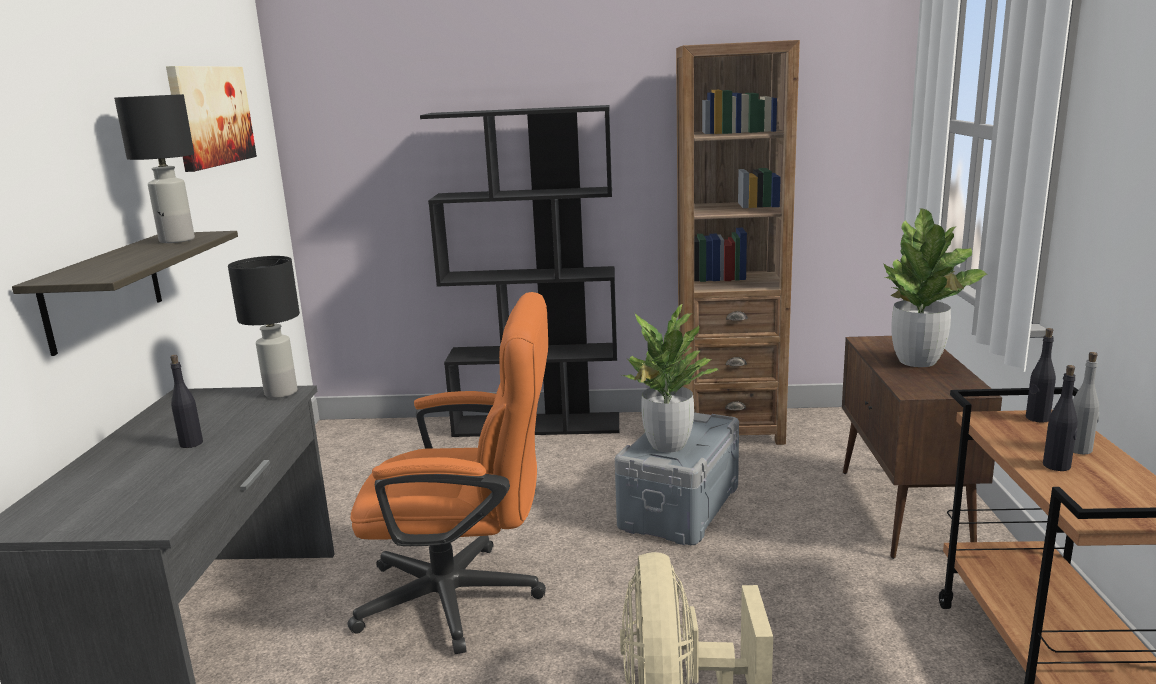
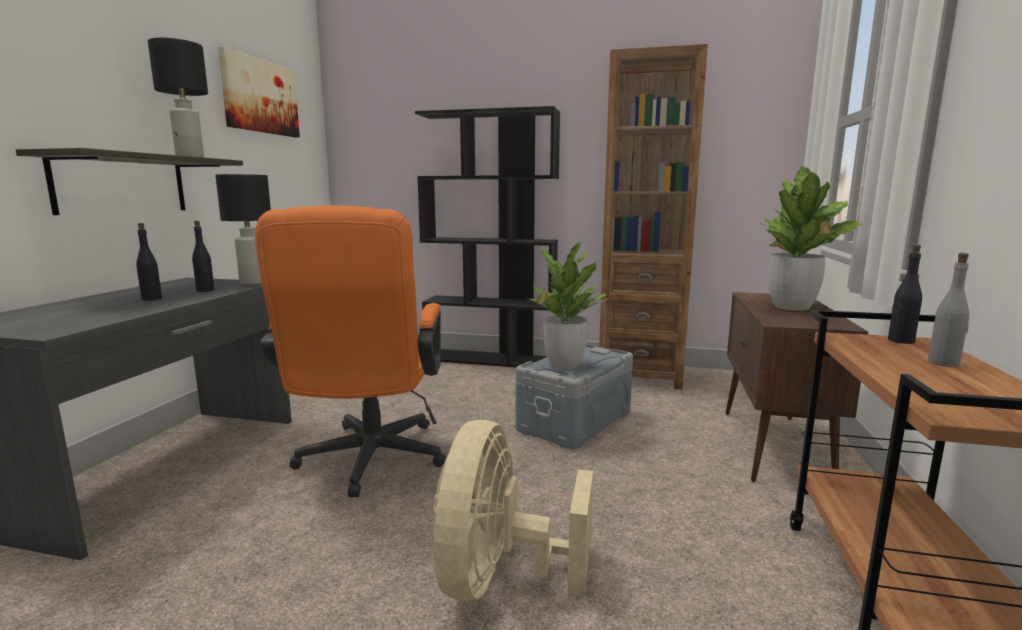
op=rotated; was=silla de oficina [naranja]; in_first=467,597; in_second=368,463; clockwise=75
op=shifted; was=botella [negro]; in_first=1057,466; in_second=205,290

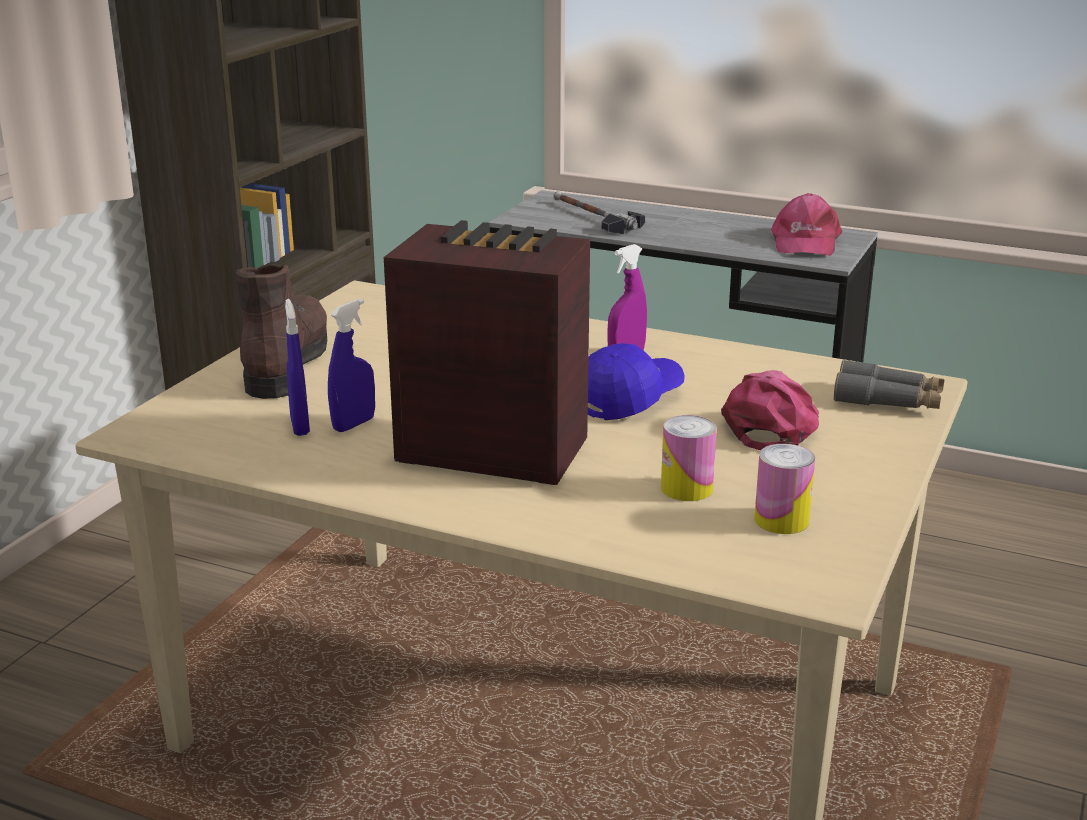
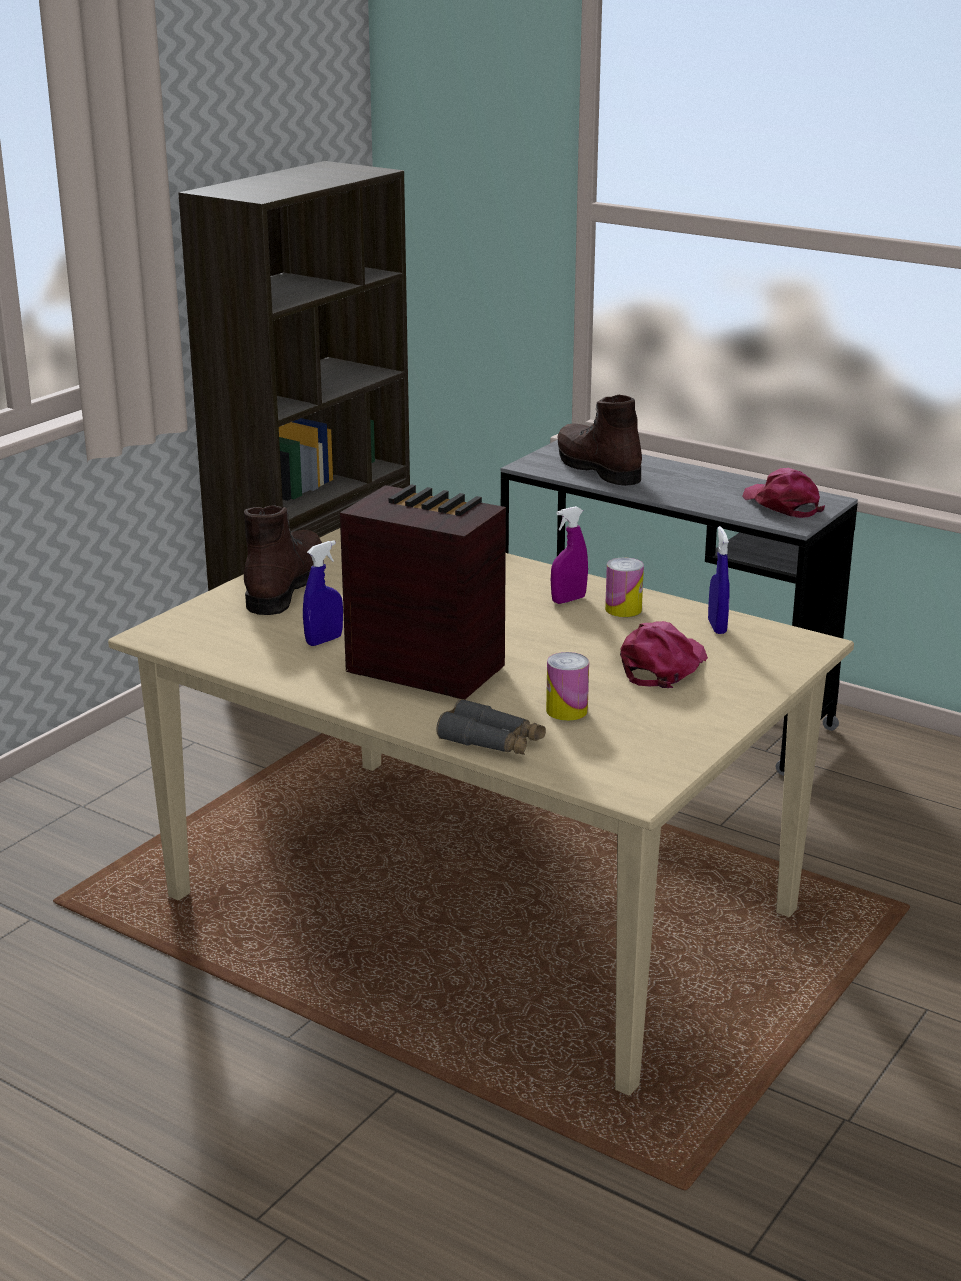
op=swapped; was=martillo; now=bota [marrón]; in_first=592,217; in_second=597,468
op=rotated; was=gorra [rosa]; in_first=804,242; in_second=782,504; clockwise=135
op=shifted; was=pulverizador [azul]; in_first=300,426; in_second=717,627
op=gone; was=gorra [azul]; in_first=629,399
op=shifted; was=prismáticos [gris]; in_first=887,400; in_second=492,741
op=shifted; was=lata; in_first=781,520; in_second=623,609

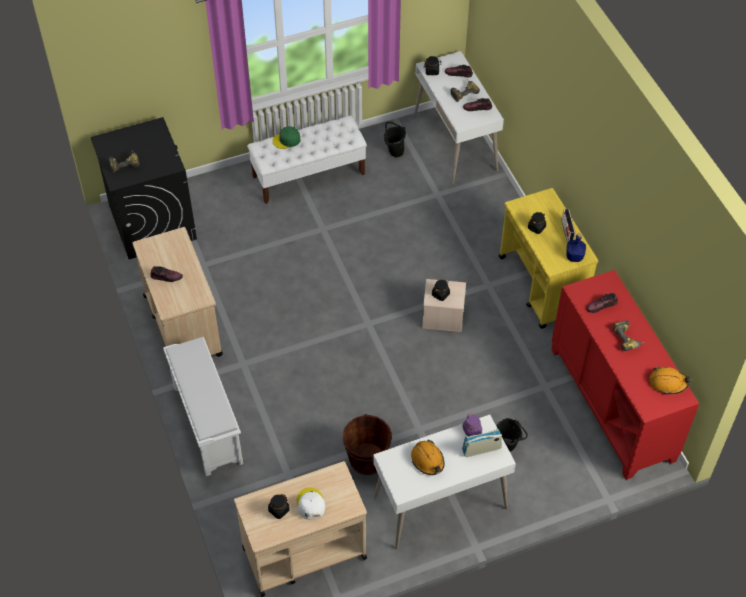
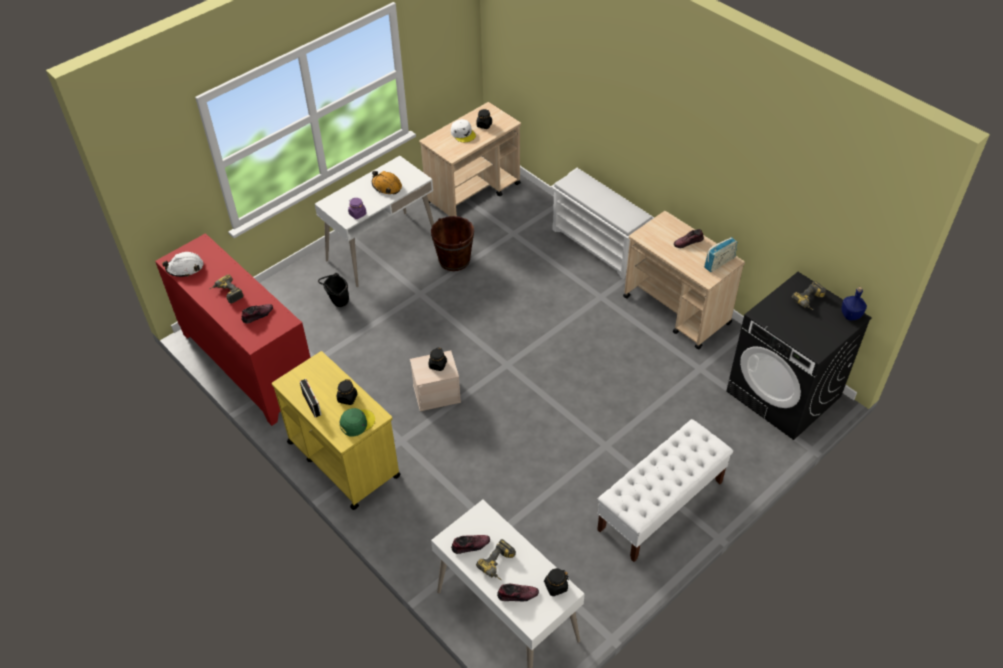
op=gone; was=cubo [negro]; in_first=394,151
op=shifted; was=gorra [verde]; in_first=287,140; in_second=357,423
op=shifted; was=botella [azul]; in_first=574,257; in_second=850,315
op=repainted; was=casco [naranja]; now=casco [blanco]; in_first=667,383; in_second=185,268
op=shifted; was=radio; in_first=481,449; in_second=719,263

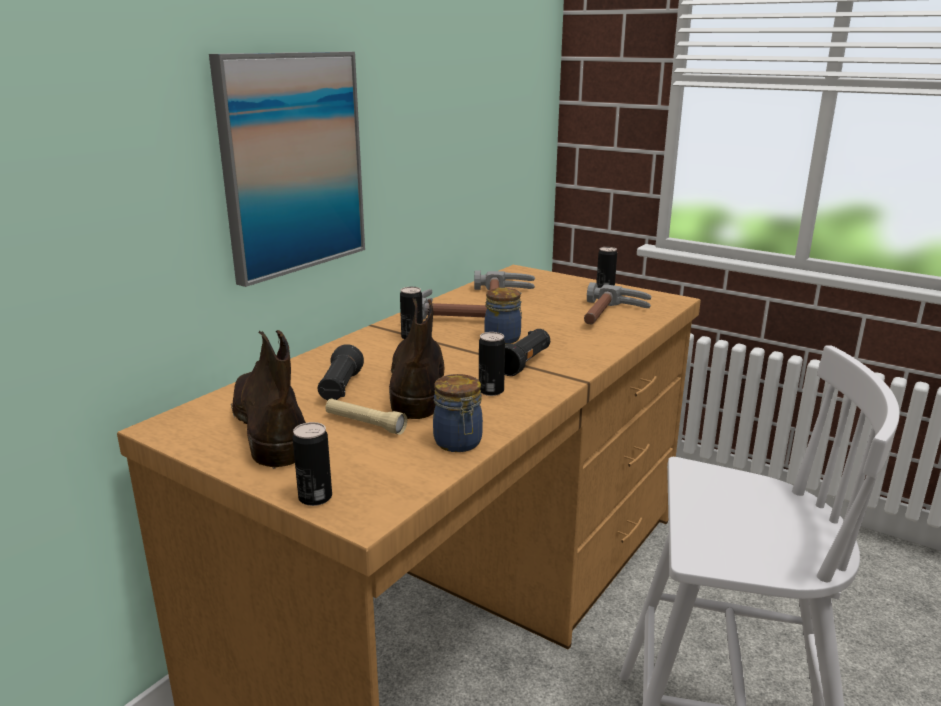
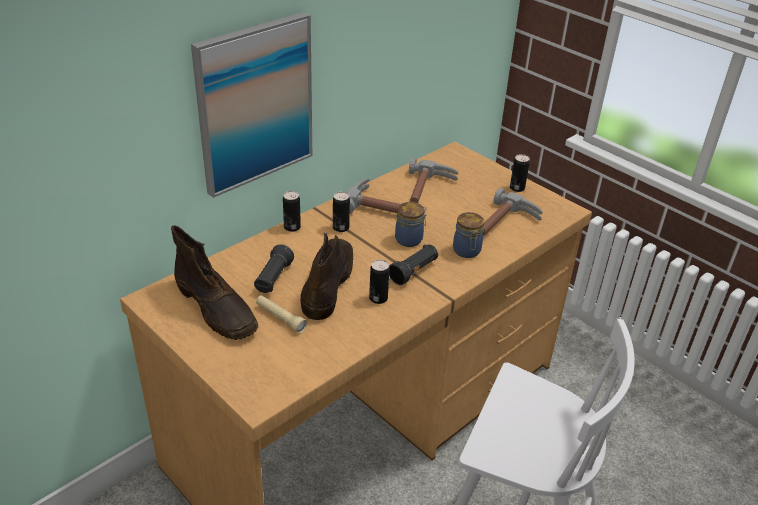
op=rotated; was=bota [marrón]; in_first=268,426; in_second=217,309; clockwise=150
op=shifted; was=tarro; in_first=458,443; in_second=467,251
op=shifted; was=lata; in_first=315,497; in_second=292,227

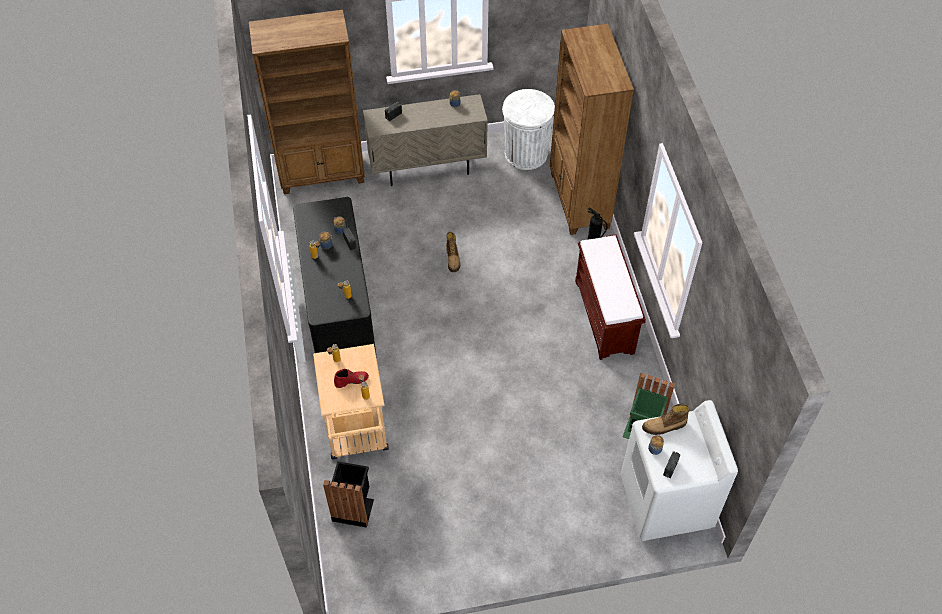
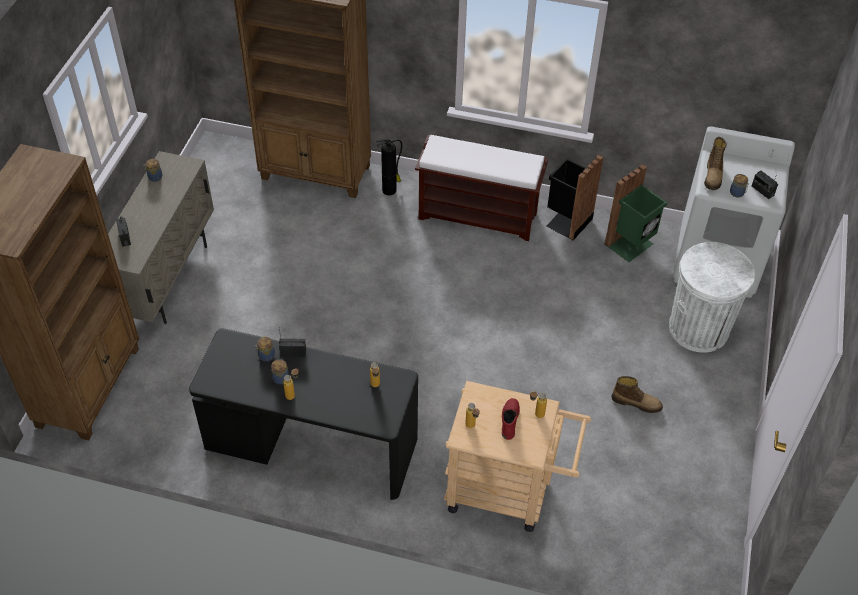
op=shifted; was=papelera [blanco]; in_first=526,153; in_second=698,328
op=shifted; was=bota; in_first=453,259; in_second=636,402
op=shifted; was=papelera [negro]; in_first=353,508; in_second=567,221

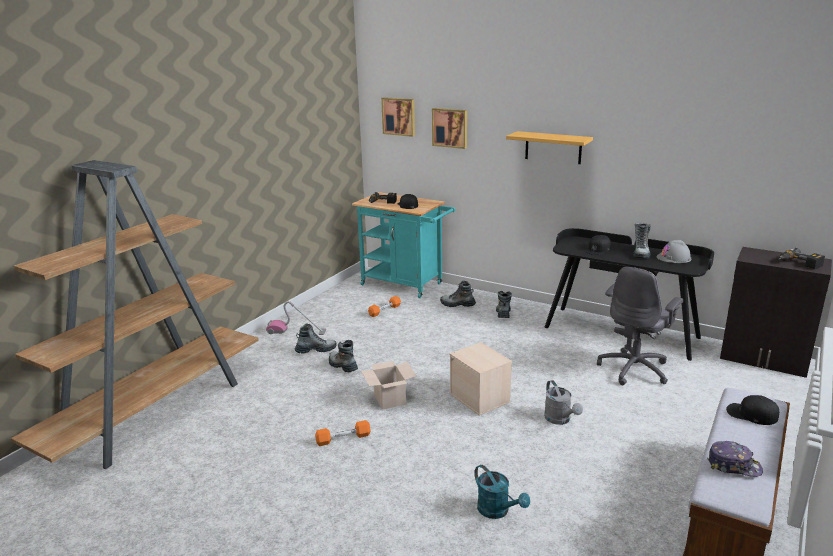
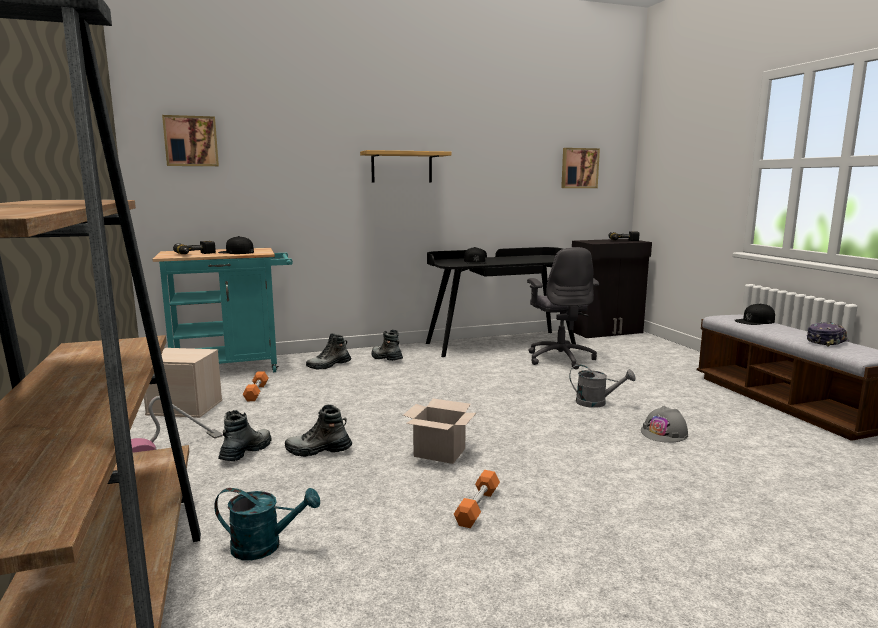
op=shifted; was=cuadro; in_first=450,127; in_second=579,168
op=gone; was=bota; in_first=640,253
op=shifted; was=casco [gris]; in_first=674,258; in_second=664,433
op=shifted; was=caja de almacenaje [beis]; in_first=480,398; in_second=186,407
op=shifted; was=regadera [turquesa]; in_first=497,511; in_second=265,546

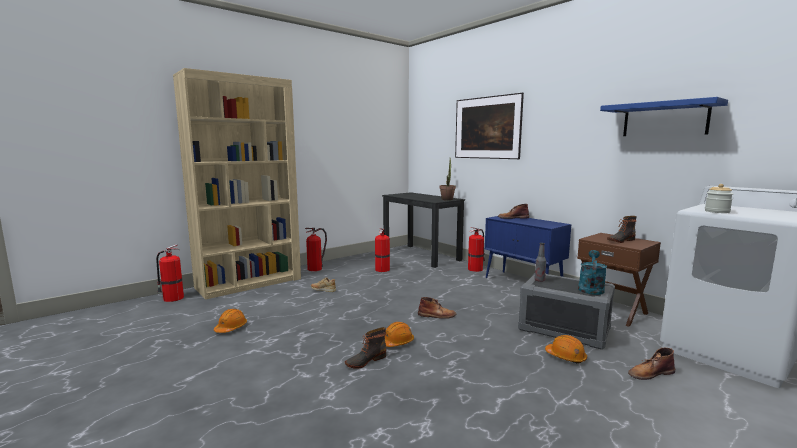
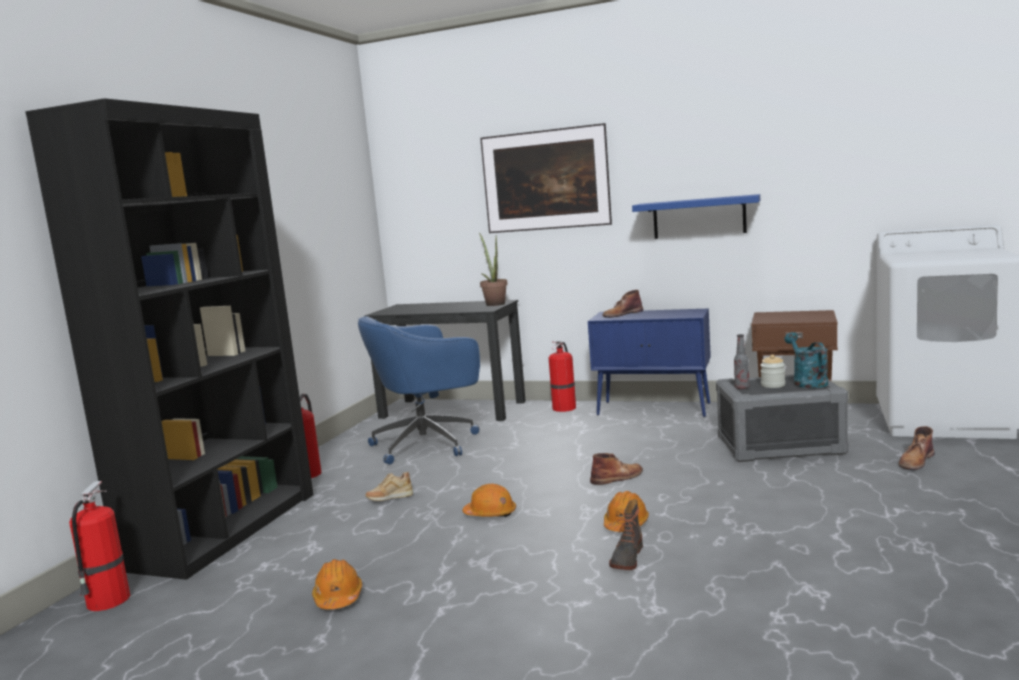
op=repainted; was=estantería [beis]; now=estantería [negro]; in_first=249,283; in_second=224,529
op=shifted; was=estante [azul]; in_first=664,119; in_second=699,217
op=shifted; was=tarro; in_first=717,211; in_second=773,385
op=gone; was=bota; in_first=620,240
op=swapped; was=extintor; now=silla de oficina [azul]; in_first=382,269; in_second=428,444
op=shifted; was=casco [naranja]; in_first=566,357; in_second=490,513

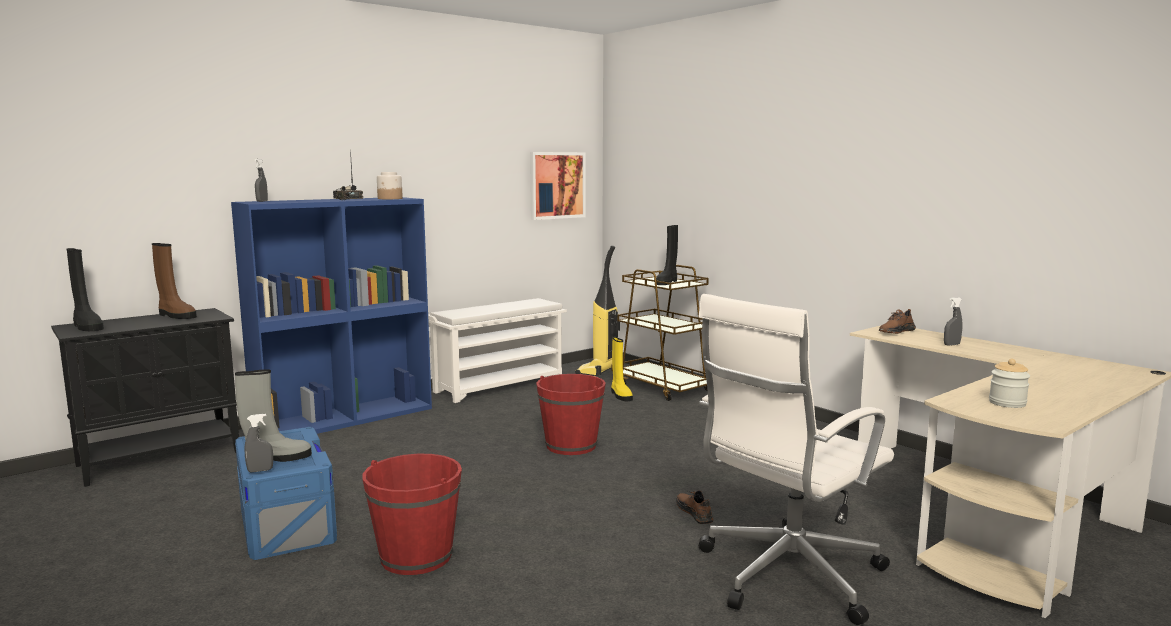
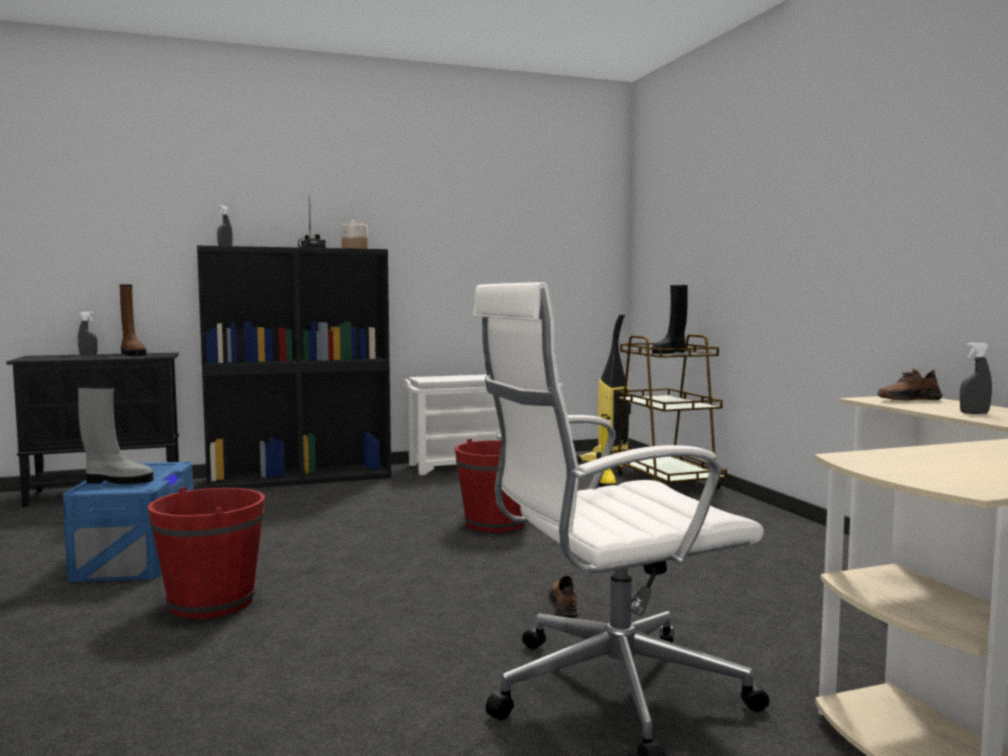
op=gone; was=cuadro; in_first=557,185
op=repainted; was=estantería [azul]; now=estantería [negro]; in_first=345,417; in_second=301,477
op=gone; was=bota [negro]; in_first=87,327
op=gone; was=tarro; in_first=1007,403
op=shifted; was=pulverizador [gris]; in_first=260,470; in_second=88,354

